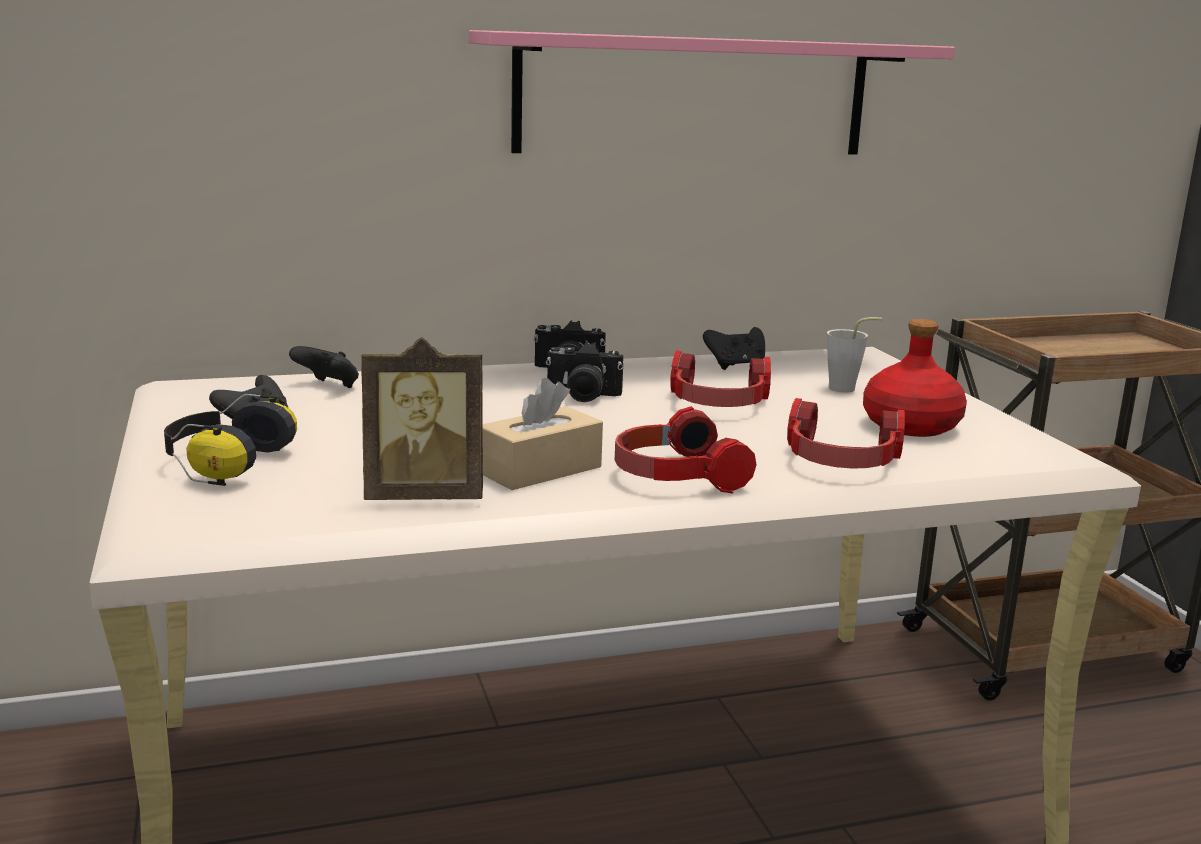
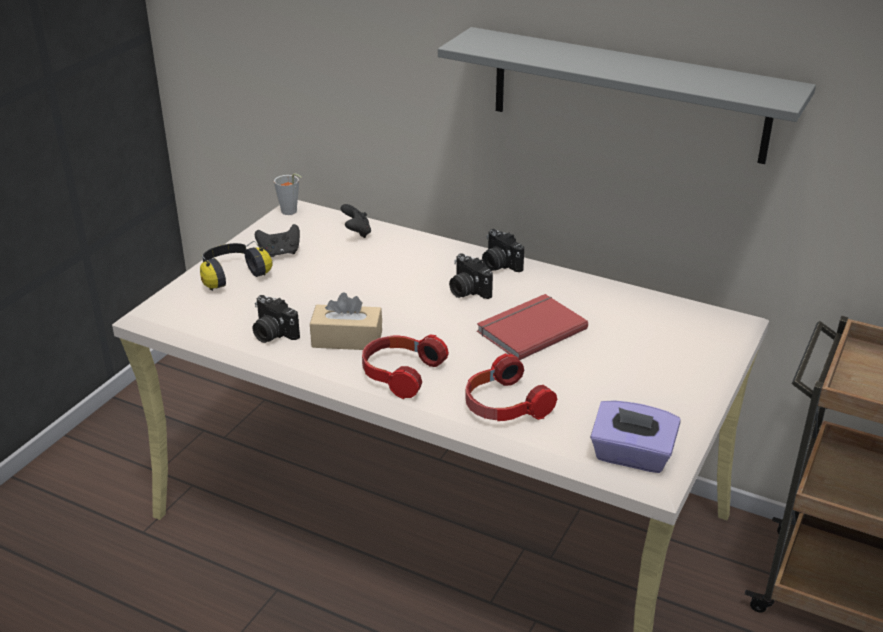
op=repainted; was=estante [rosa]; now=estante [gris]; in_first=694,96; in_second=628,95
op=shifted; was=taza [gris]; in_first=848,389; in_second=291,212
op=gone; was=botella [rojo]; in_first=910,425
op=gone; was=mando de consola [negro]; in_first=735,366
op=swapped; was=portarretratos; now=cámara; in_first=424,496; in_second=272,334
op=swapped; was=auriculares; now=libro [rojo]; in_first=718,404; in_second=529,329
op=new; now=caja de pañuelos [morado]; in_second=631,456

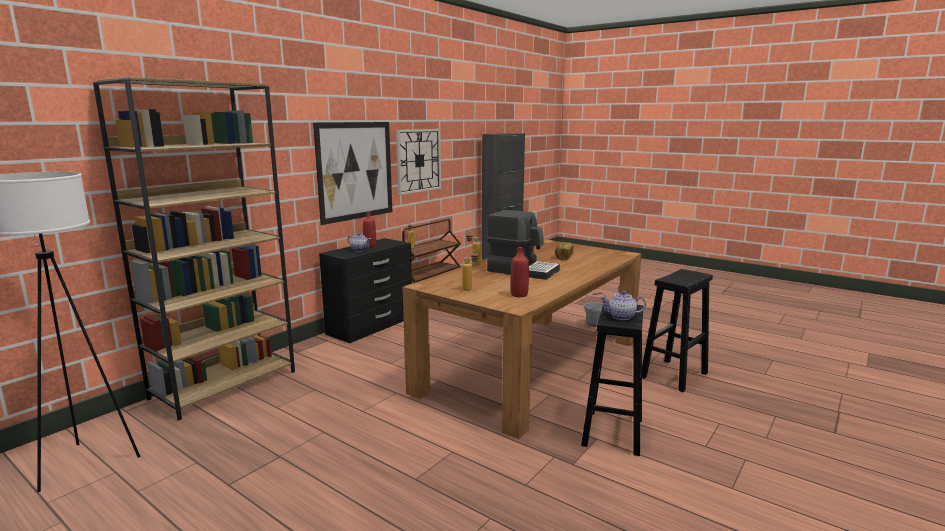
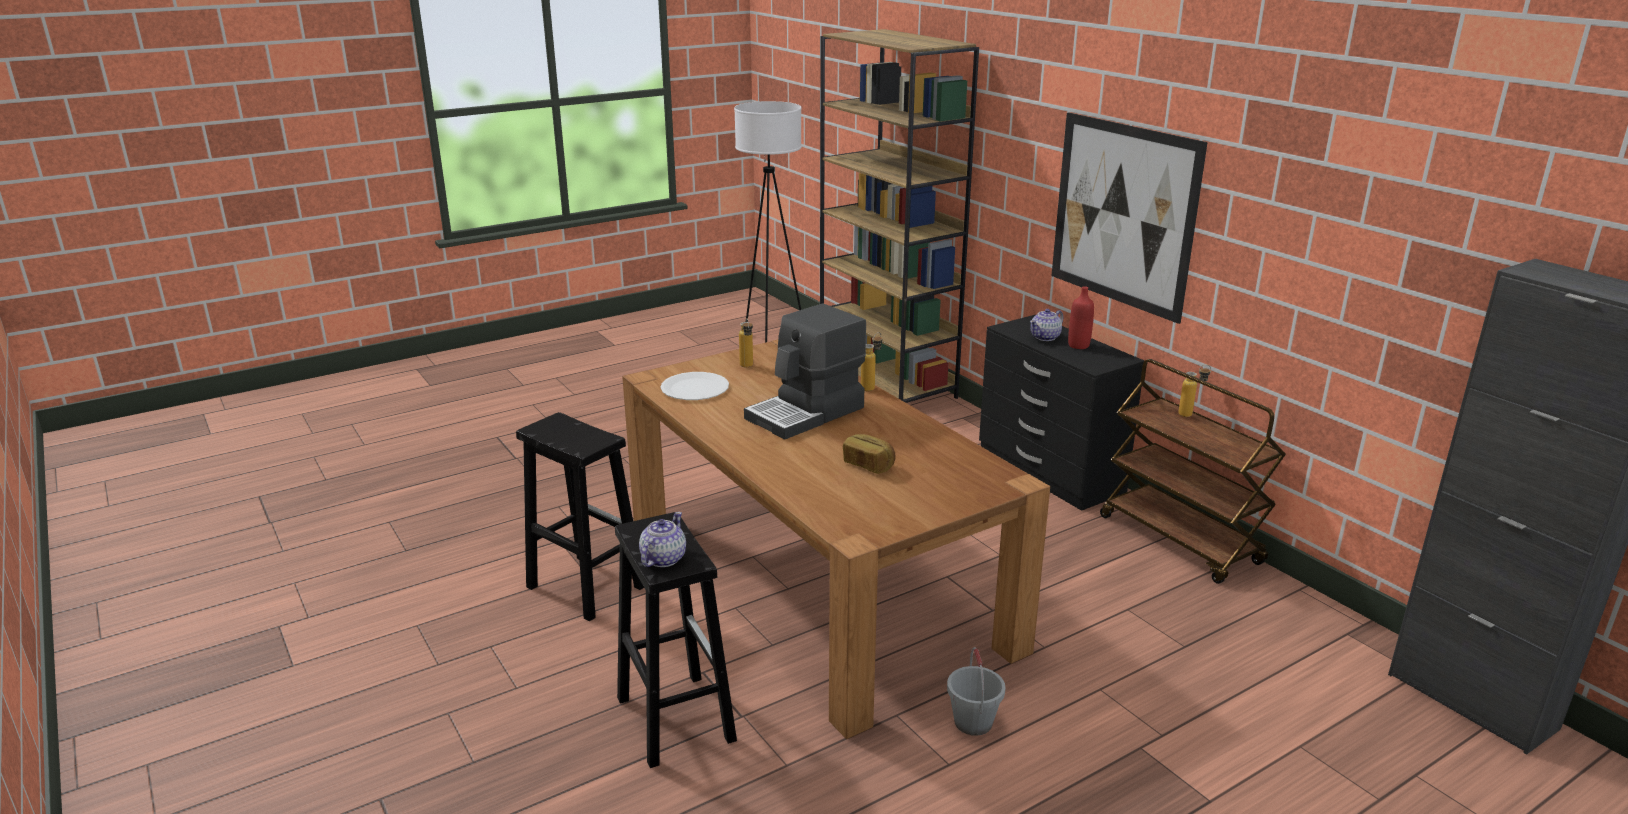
op=gone; was=reloj de pared; in_first=418,160
op=swapped; was=botella [rojo]; now=plato [blanco]; in_first=519,295; in_second=694,388
op=shifted; was=tetera; in_first=622,317; in_second=662,559

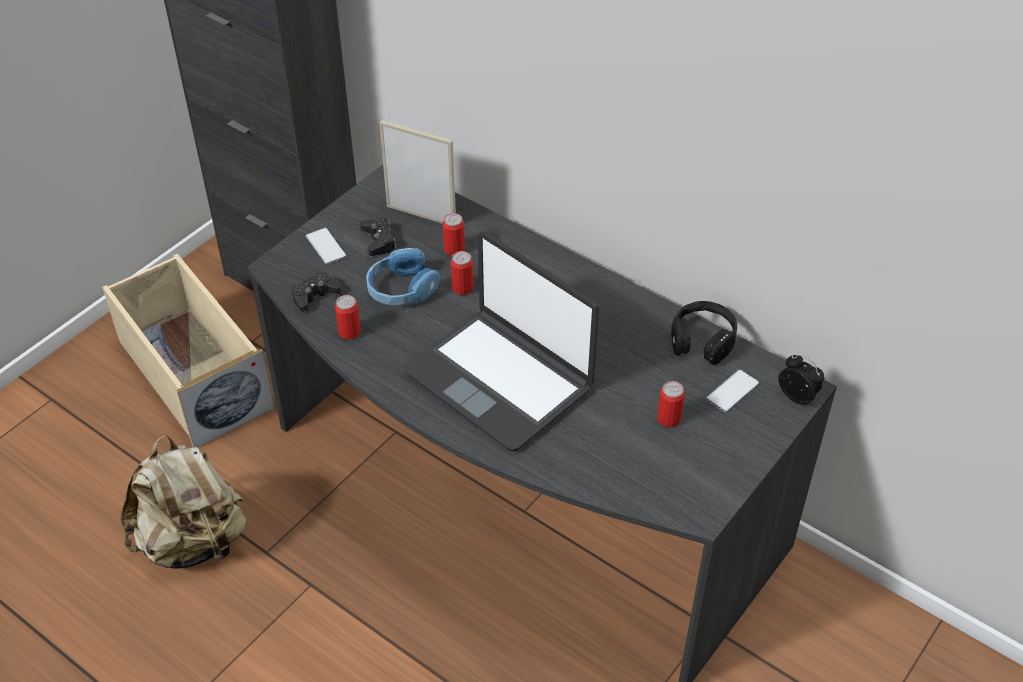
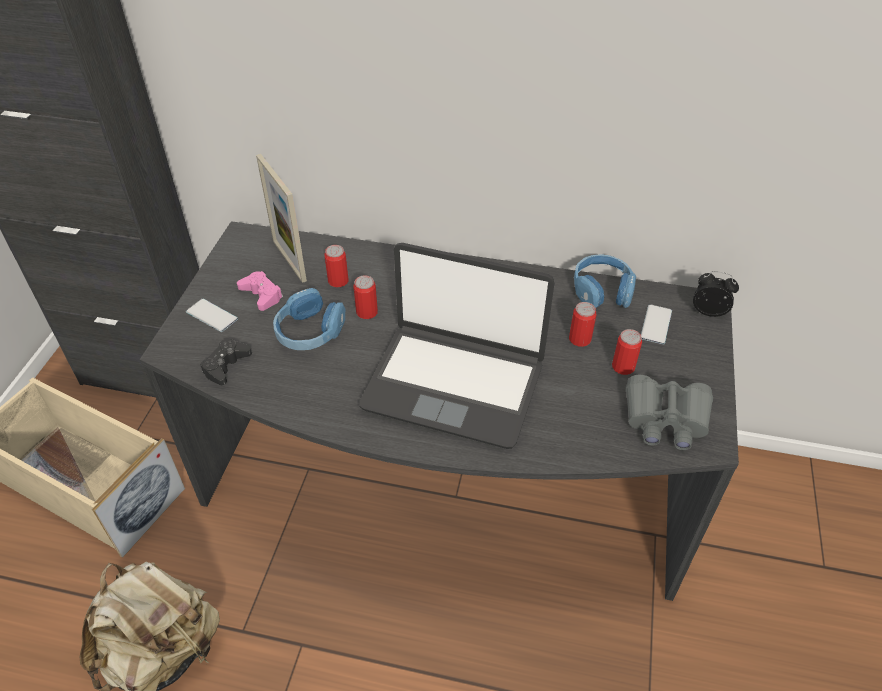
op=rotated; was=portarretratos; in_first=421,215; in_second=289,260; clockwise=-120
op=repainted; was=mando de consola [negro]; now=mando de consola [rosa]; in_first=378,241; in_second=262,295
op=shifted; was=lata; in_first=349,332; in_second=579,339
op=repainted; was=auriculares [negro]; now=auriculares [azul]; in_first=702,340; in_second=602,290
op=new; now=prismáticos [gris]; in_second=665,419

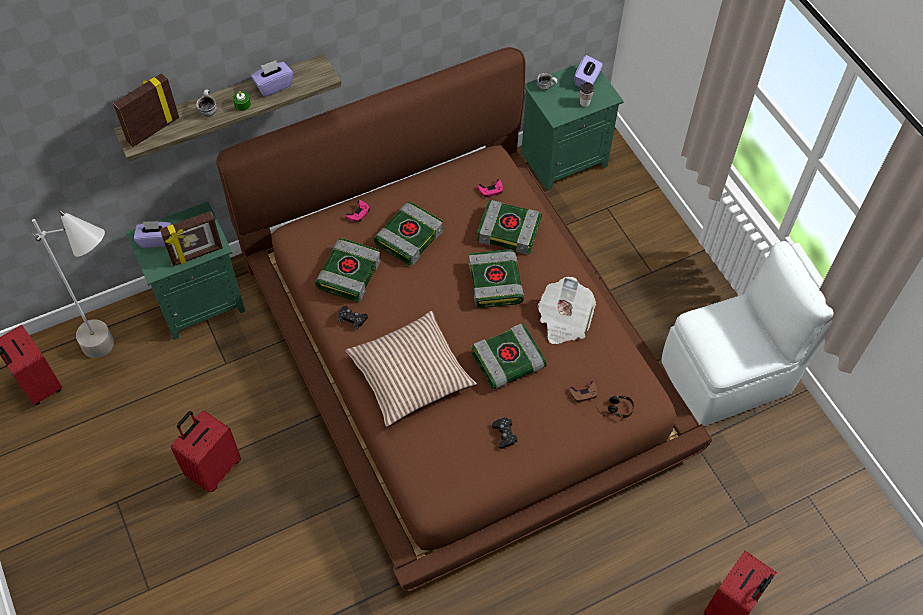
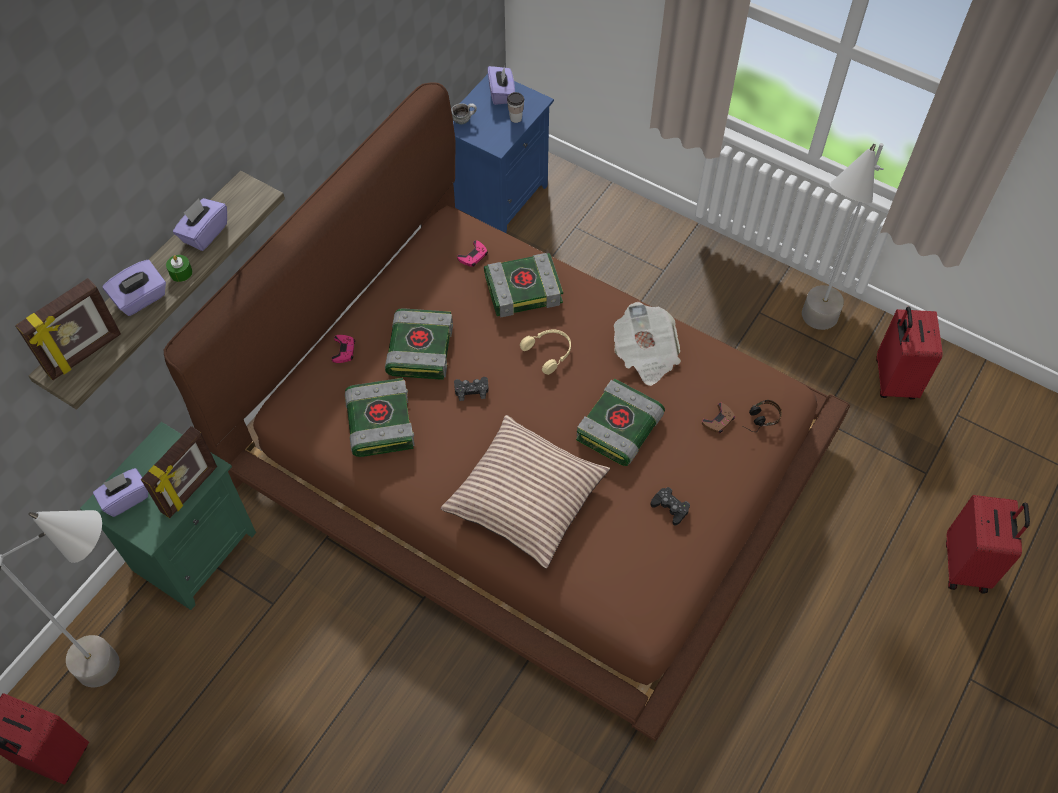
op=repainted; was=mesita de noche [verde]; now=mesita de noche [azul]; in_first=564,158; in_second=498,196
op=rotated; was=portarretratos; in_first=152,129; in_second=84,354; clockwise=-150
op=swapped; was=taza grande; now=caja de pañuelos [morado]; in_first=208,110; in_second=141,299
op=swapped; was=silla [blanco]; now=lámpara de pie [gris]; in_first=729,376; in_second=807,336
op=swapped; was=libro; now=auriculares [beis]; in_first=496,284; in_second=549,352
op=shifted; was=mando de consola [negro]; in_first=352,319; in_second=471,390
op=shifted; was=maleta [rojo]; in_first=213,468; in_second=893,380

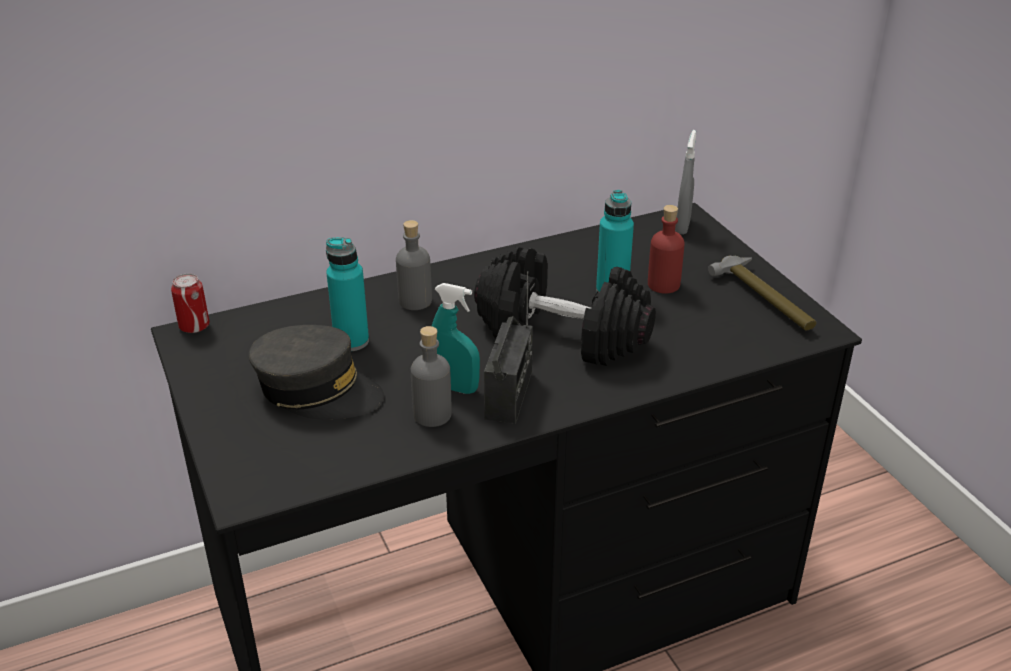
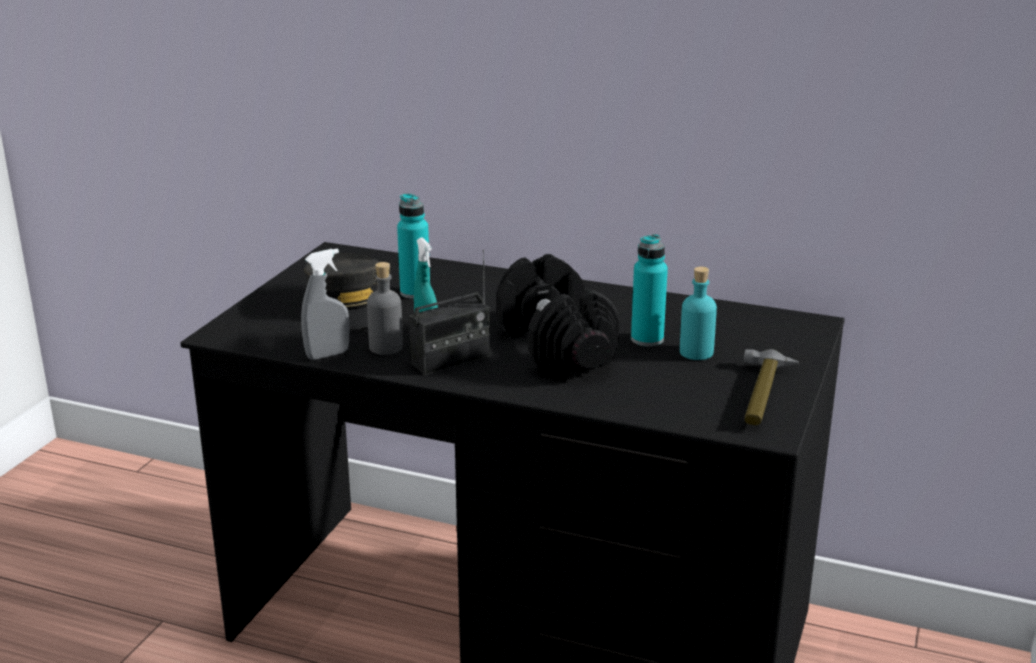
op=shifted; was=pulverizador [gris]; in_first=682,226; in_second=327,355
op=repainted; was=botella [rojo]; now=botella [turquesa]; in_first=663,284; in_second=696,352
op=gone; was=botella [gris]; in_first=415,301
op=gone; was=lata; in_first=194,326

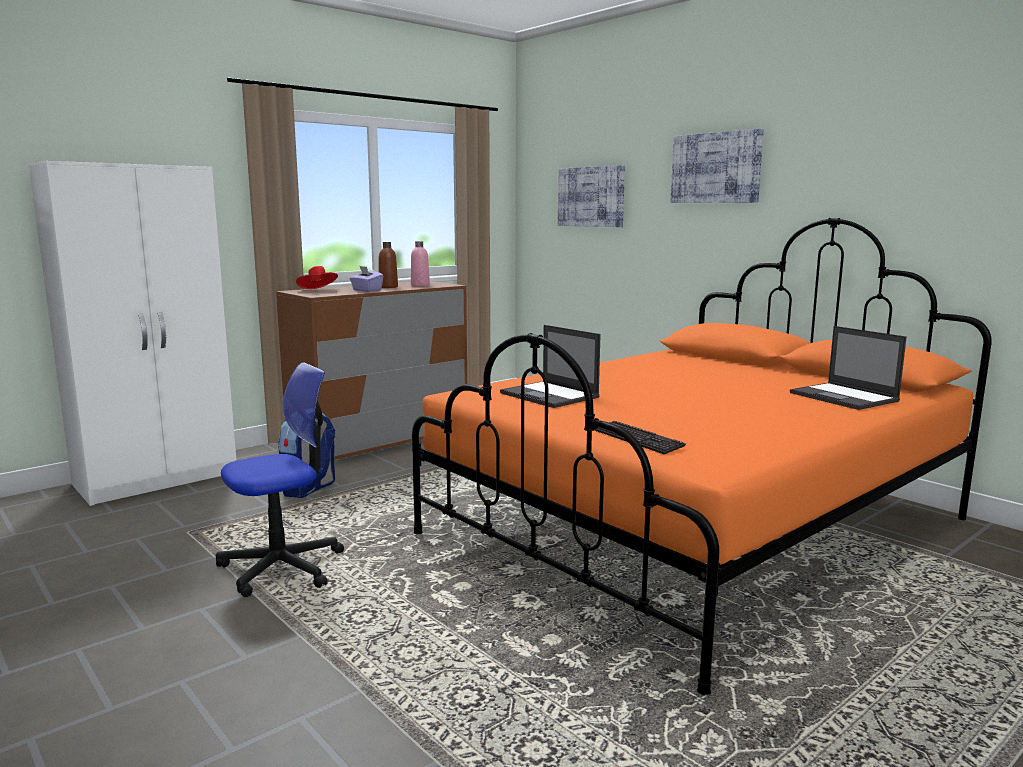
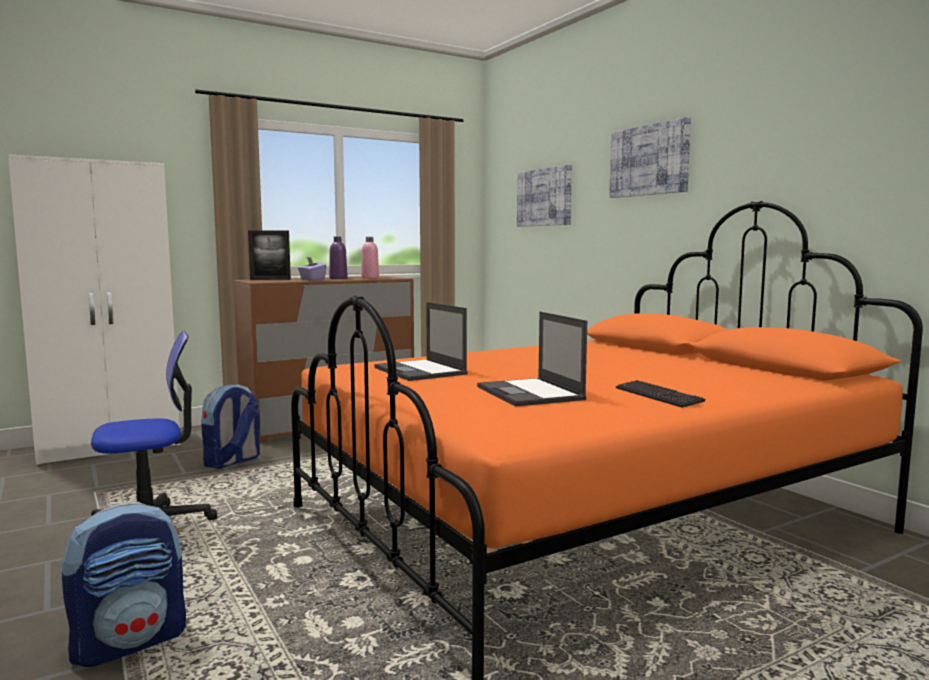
op=repainted; was=botella [marrón]; now=botella [morado]; in_first=388,287; in_second=338,278
op=swapped; was=sombrero [rojo]; now=portarretratos; in_first=318,290; in_second=270,279
op=shifted; was=portátil; in_first=844,397; in_second=530,393
op=shifted; was=teclado; in_first=638,439; in_second=658,396
op=new; now=mochila; in_second=130,642

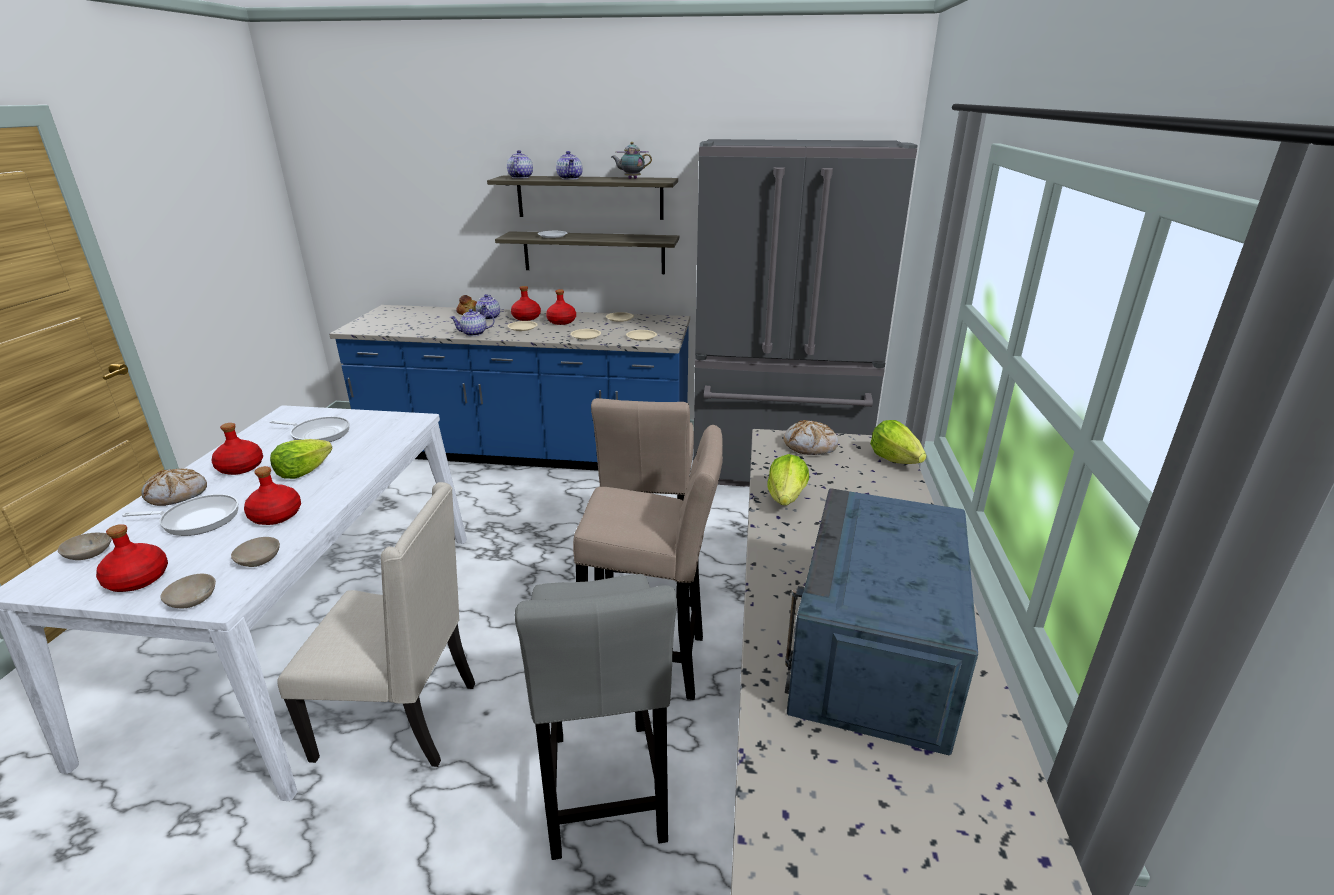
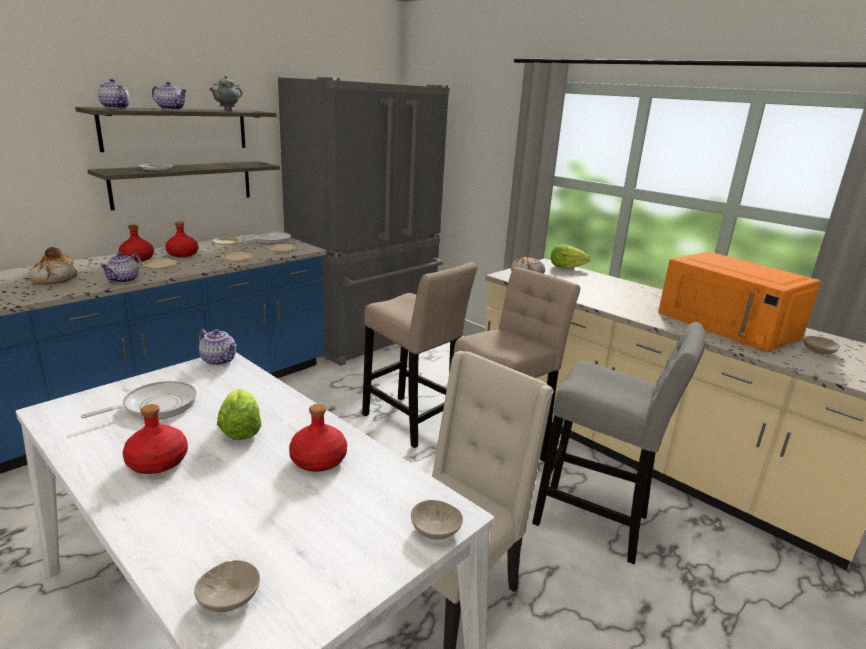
op=shifted; was=tetera; in_first=489,317; in_second=219,360
op=gone; was=lechuga; in_first=786,498
op=shifted; was=pan; in_first=177,494; in_second=54,279
op=repainted; was=microondas [azul]; now=microondas [naranja]; in_first=874,650; in_second=729,325
op=shifted; was=sartén; in_first=197,519; in_second=270,241
op=gone; was=botella [rojo]; in_first=137,579
op=shifted; was=cuenco [beis]; in_first=261,559; in_second=817,351

